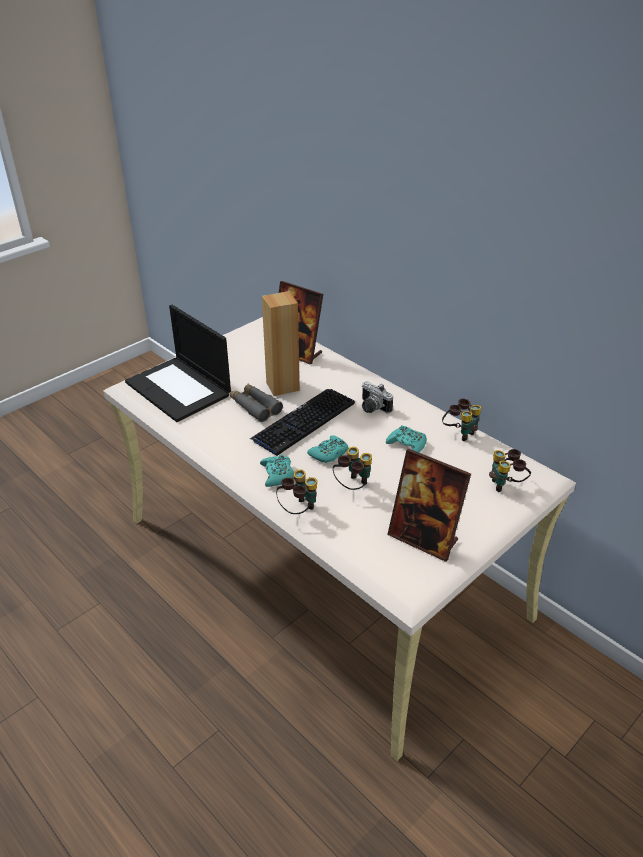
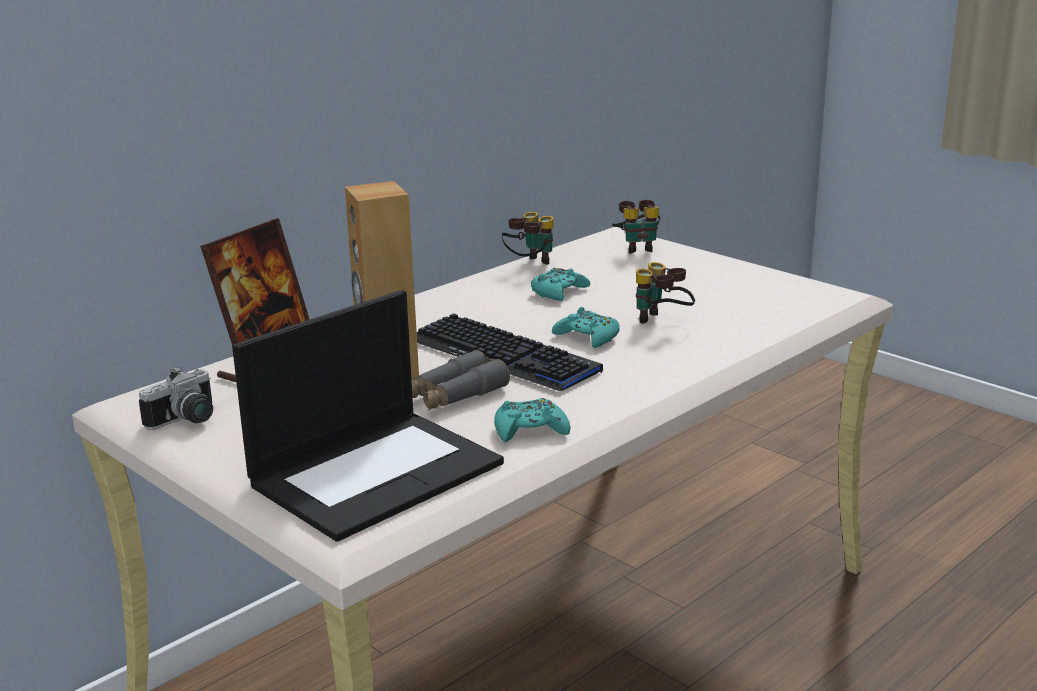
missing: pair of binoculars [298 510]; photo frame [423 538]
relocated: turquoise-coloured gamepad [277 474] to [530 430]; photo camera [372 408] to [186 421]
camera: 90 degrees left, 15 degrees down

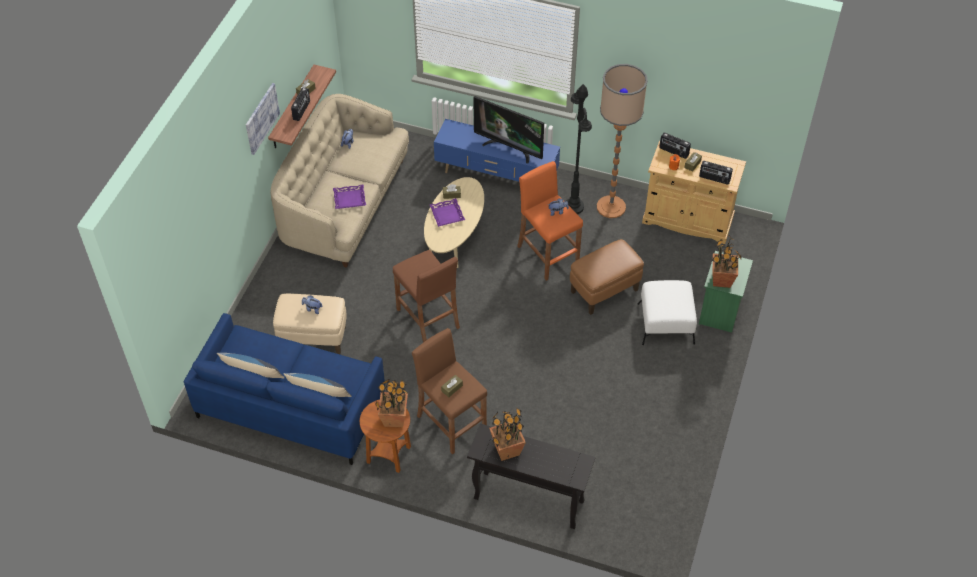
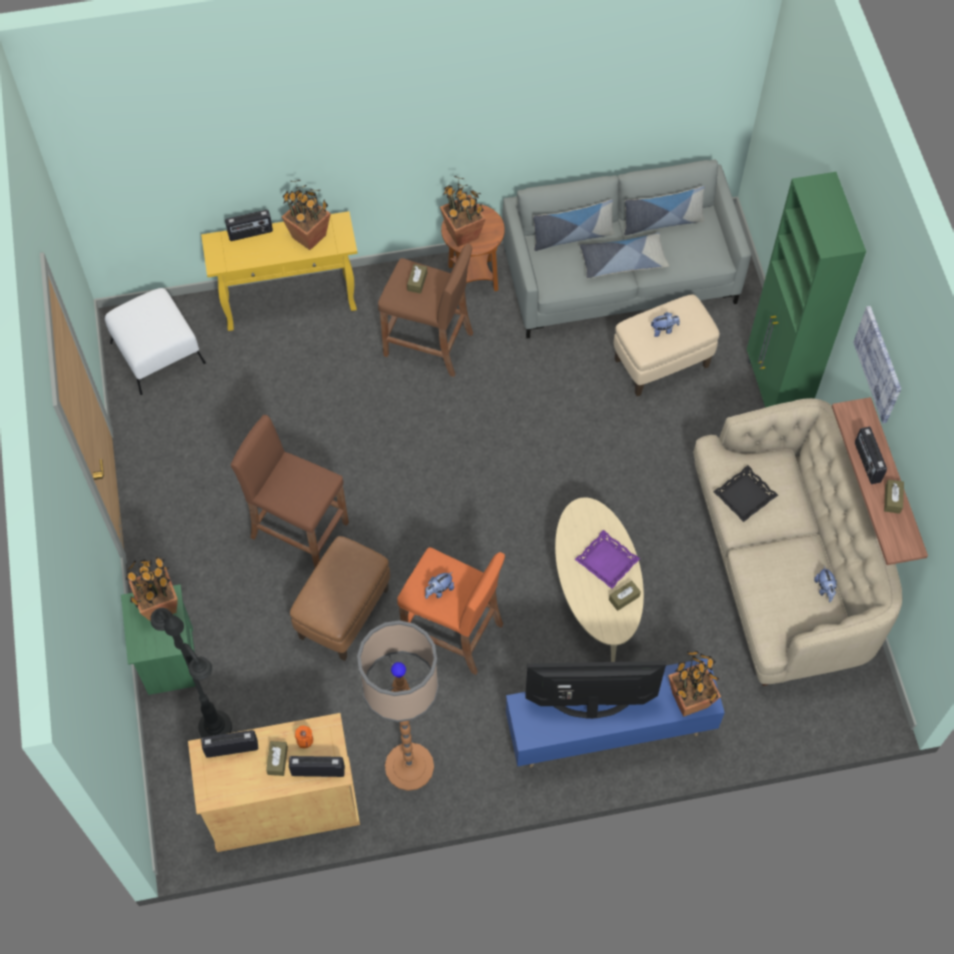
appeared: radio set [250 233]; pillow [622 261]; houseplant [689 701]; greenish cupboard [774 393]
relocated: brown stool [428 319] to [299 530]; black floor lamp [574 207] to [215 727]; white ottoman [665 324] to [157 352]
colour: blue-coloured sofa [291 406] to grey sofa [620 277]; purple serving tray [349 199] to black serving tray [744 495]; black narrow table [528 500] to yellow-coloured narrow table [291 303]
camera: 150 degrees right, 10 degrees up

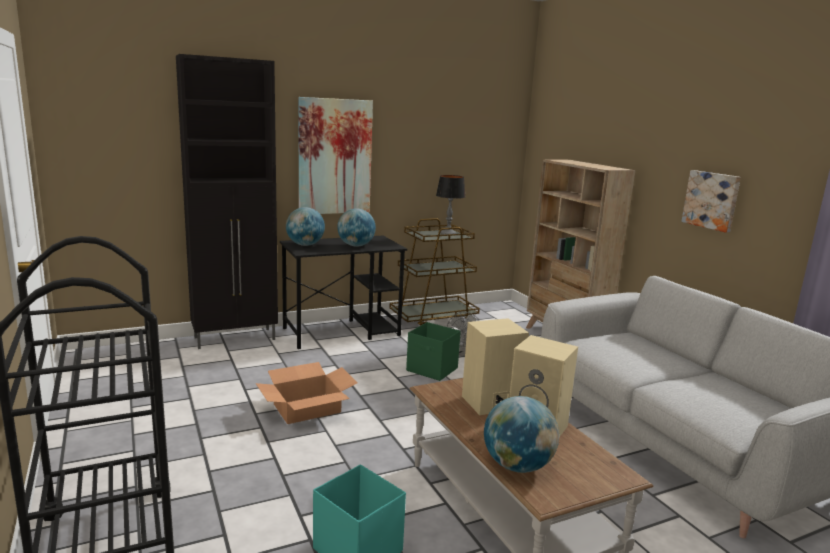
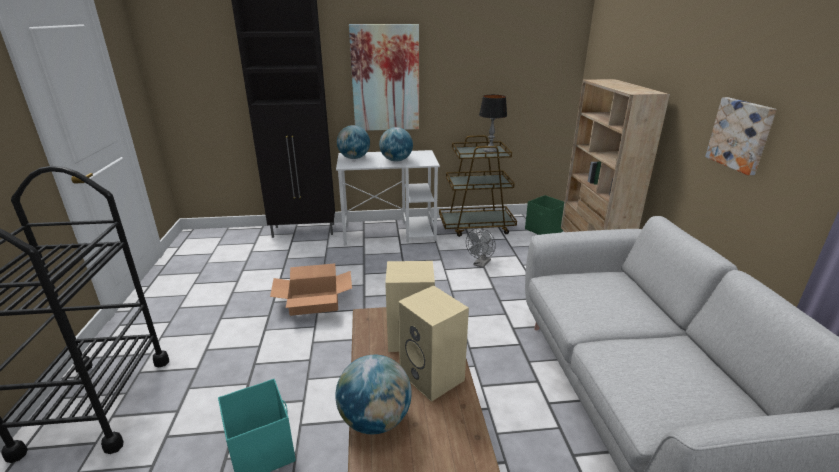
relocated: greenish storage box [432 370] to [544 230]
colour: black desk table [342 332] to white desk table [390 232]
camera: 20 degrees right, 10 degrees up

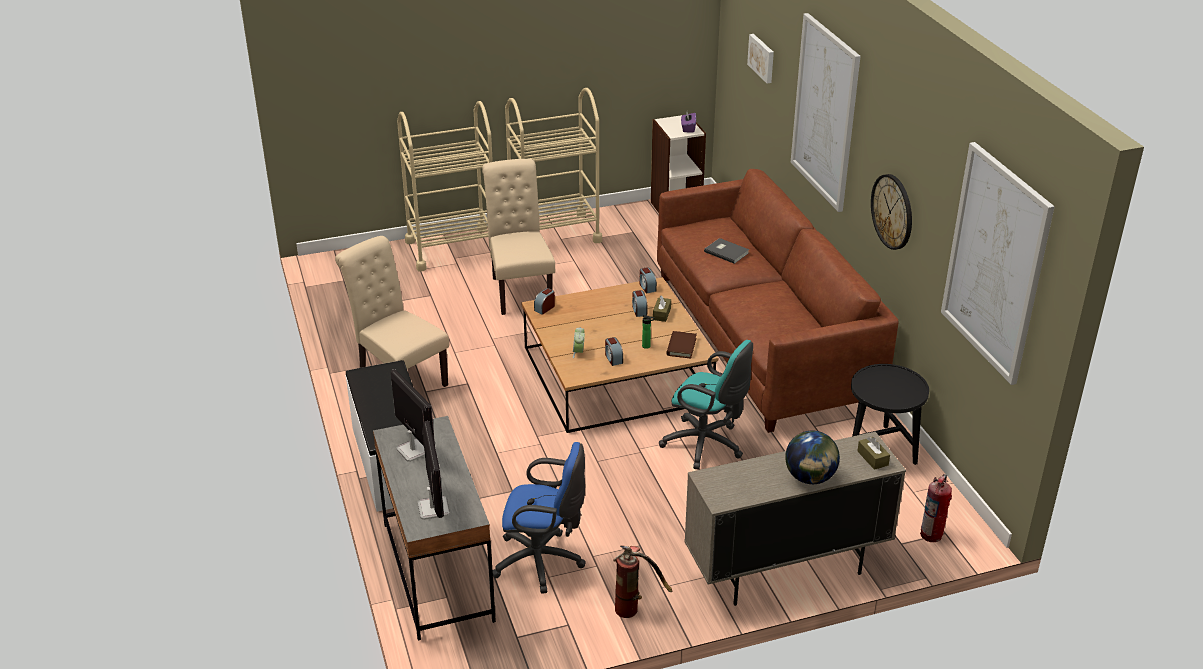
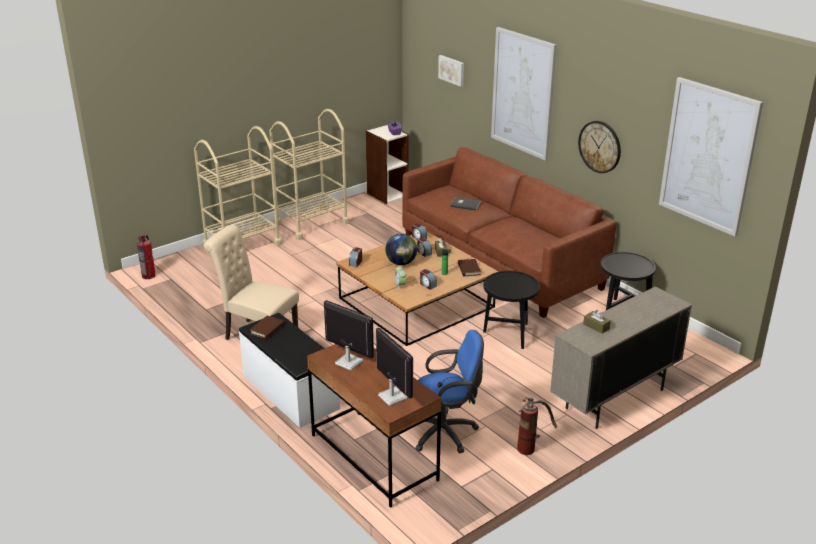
missing: beige-coloured upright chair [519 290]
appeared: brown volume [267 329]
relocated: desk globe [810 478] to [401 263]; brown box of tissues [872 458] to [596 326]; extinguisher [931 535] to [149 276]
exchanged: turquoise-coloured office chair [706 445] to black side table [508 334]
colour: grey desk table [437 571] to brown desk table [373 457]
camera: 20 degrees left, 5 degrees down

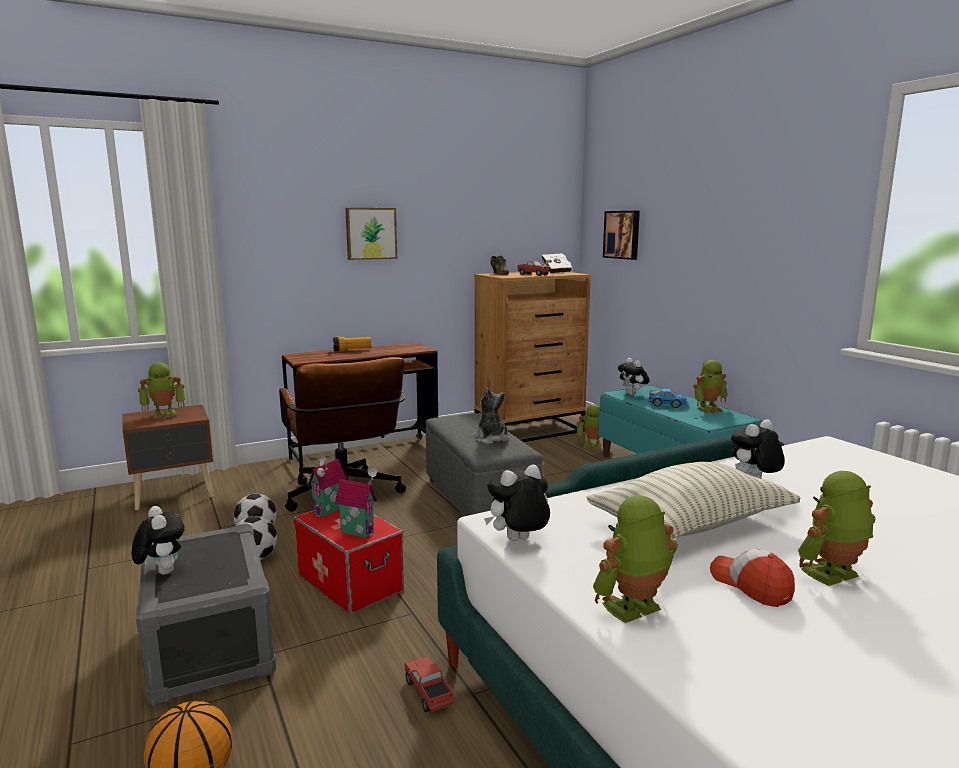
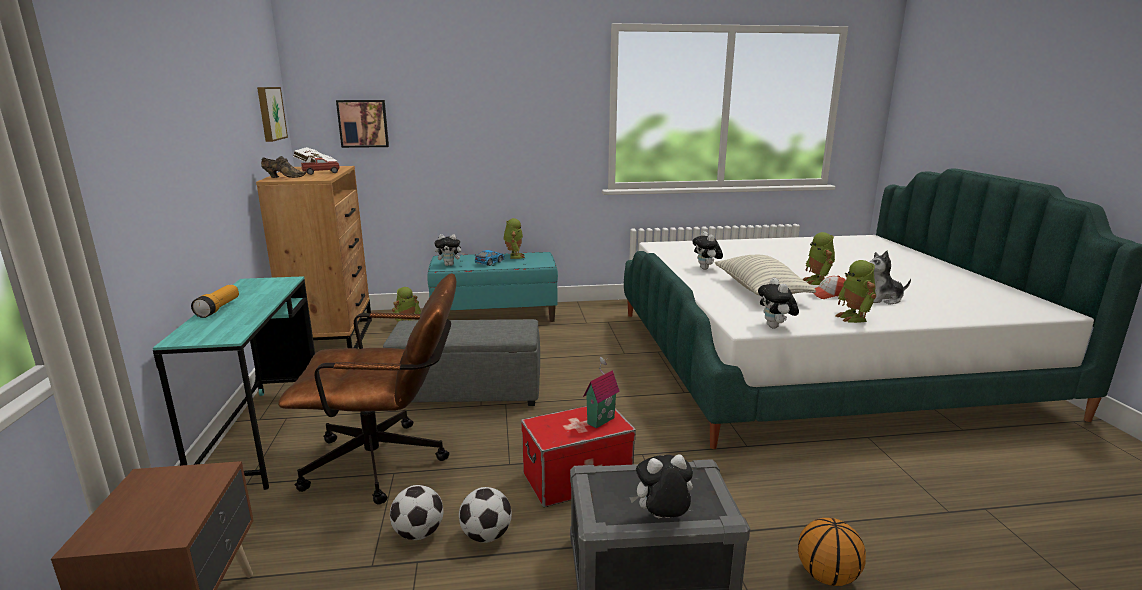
missing: toy robot [164 414]; toy house [330 511]; toy truck [428 693]
relocated: wall art [370 233] to [270 113]; soft toy [491 439] to [882 299]
colour: brown desk table [365 455] to turquoise-coloured desk table [263 435]
camera: 70 degrees left, 5 degrees up

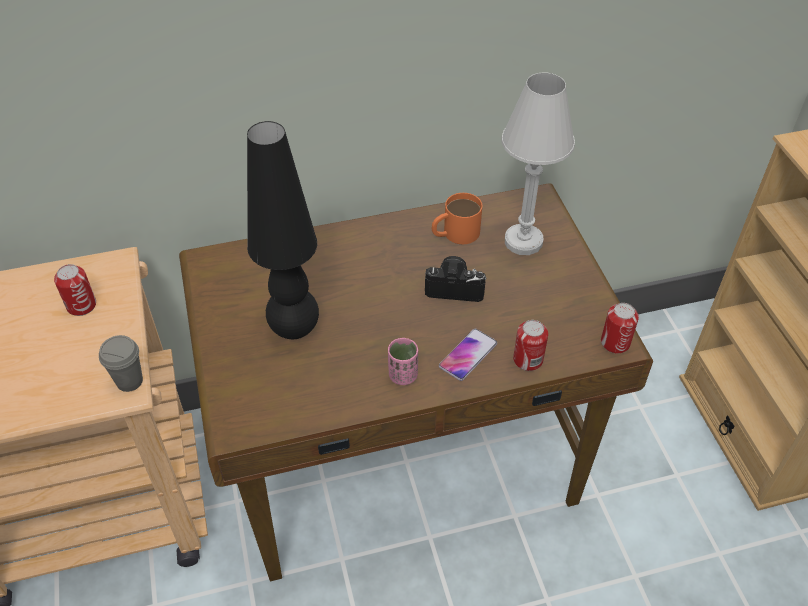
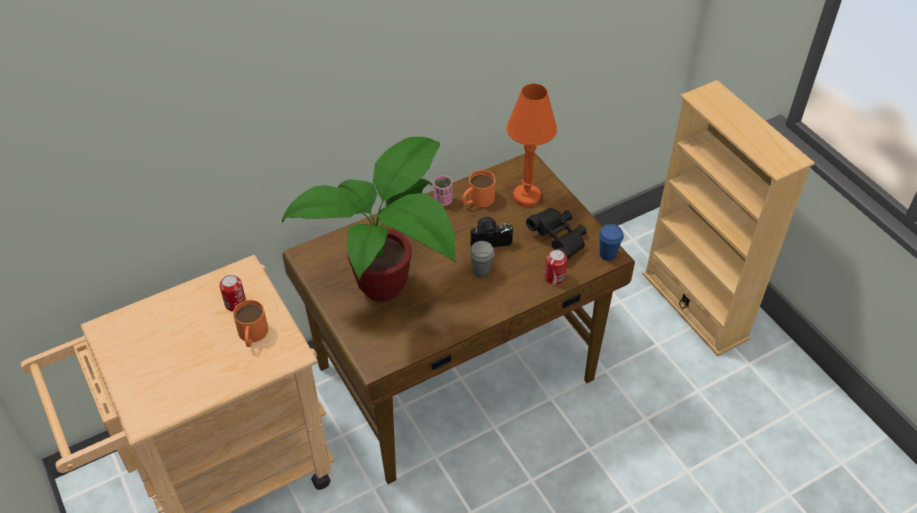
missing: phone [468 355]
appeared: orange-coloured coffee mug [252 335]; black pair of binoculars [559 240]
relocated: grey drinking cup [129 381] to [481 271]; pinkish drinking cup [403 375] to [443 201]
exchanged: black lamp for a table [294 330] to houseplant [389 290]; can [615 342] to blue-coloured drinking cup [607 254]
colour: white lamp for a table [523 241] to orange-coloured lamp for a table [526 197]
camera: 15 degrees left, 0 degrees up

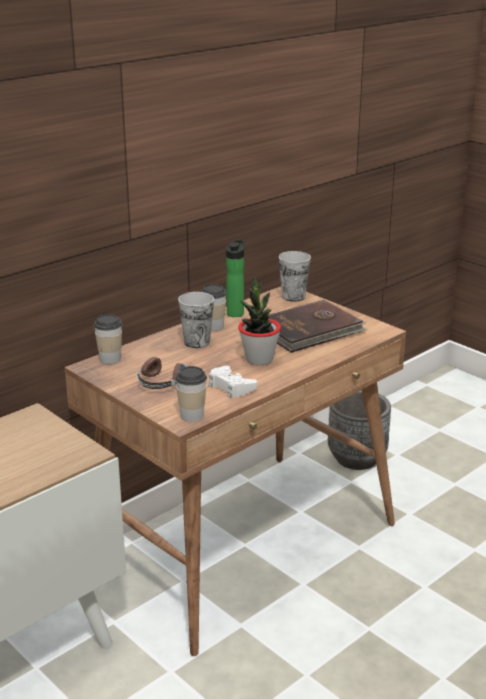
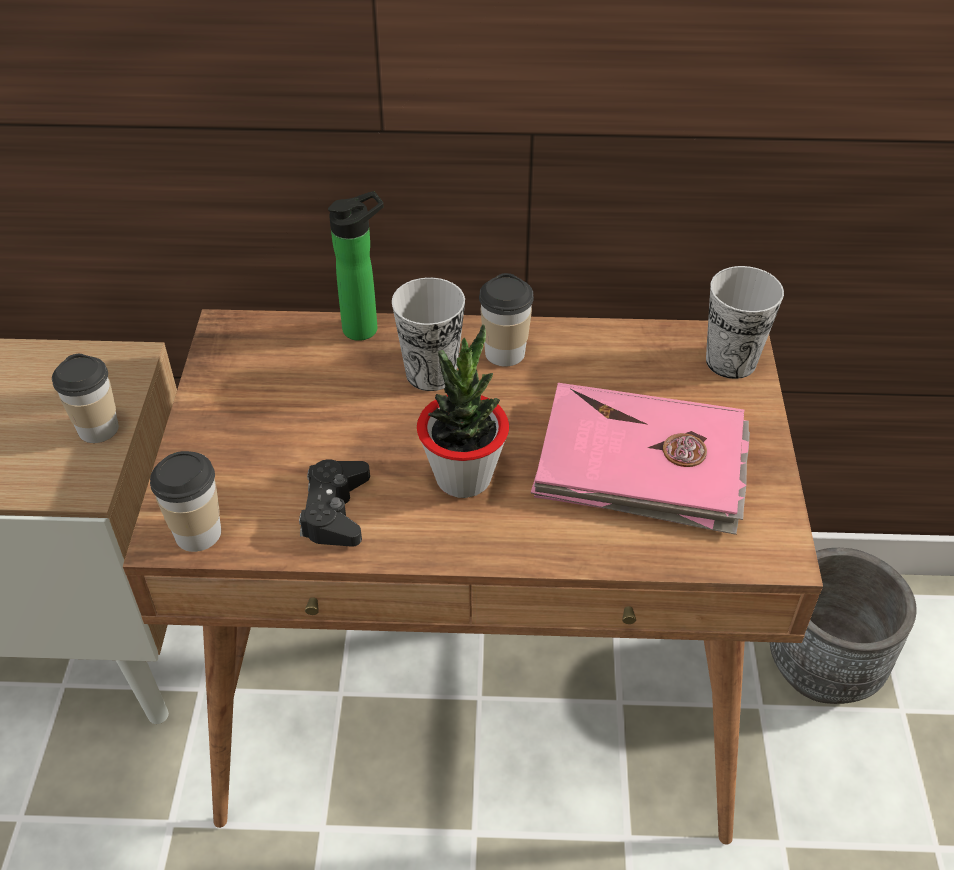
missing: headphones [165 379]
relocated: drinking cup [110 359] to [98 429]; beverage bottle [236 312] to [365 327]
colour: white gamepad [231 387] to black gamepad [335 510]; brown volume [310 330] to pinkish volume [642 464]
camera: 45 degrees right, 20 degrees up

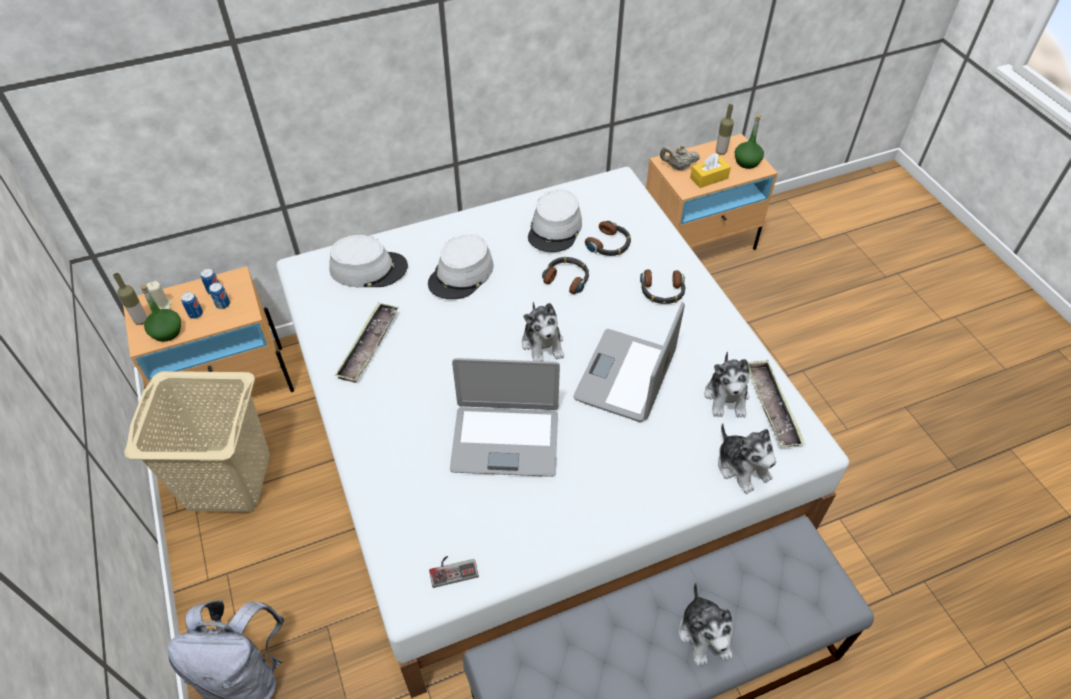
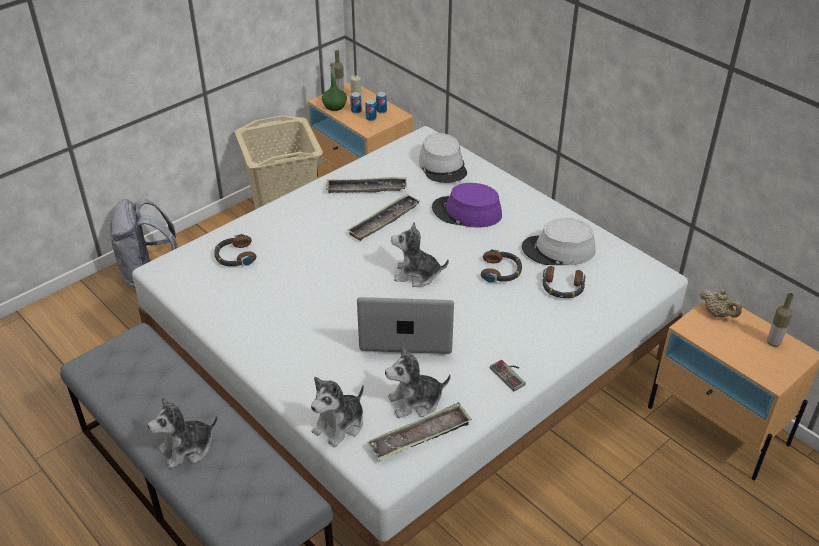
missing: portable computer [505 440]; yellow-coloured box of tissues [709 178]; greenish beverage bottle [747 162]
appeared: serving tray [384 221]
relocated: gamepad [453 568] to [511 374]; headphones [662 291] to [235 256]
colour: grey hat [461 274] to purple hat [466 212]
spun: soft toy [543 344] = [417 275] 45 degrees clockwise; beige-coloured pot for tea [677 167] = [717 314] 150 degrees clockwise
camera: 70 degrees right, 10 degrees down

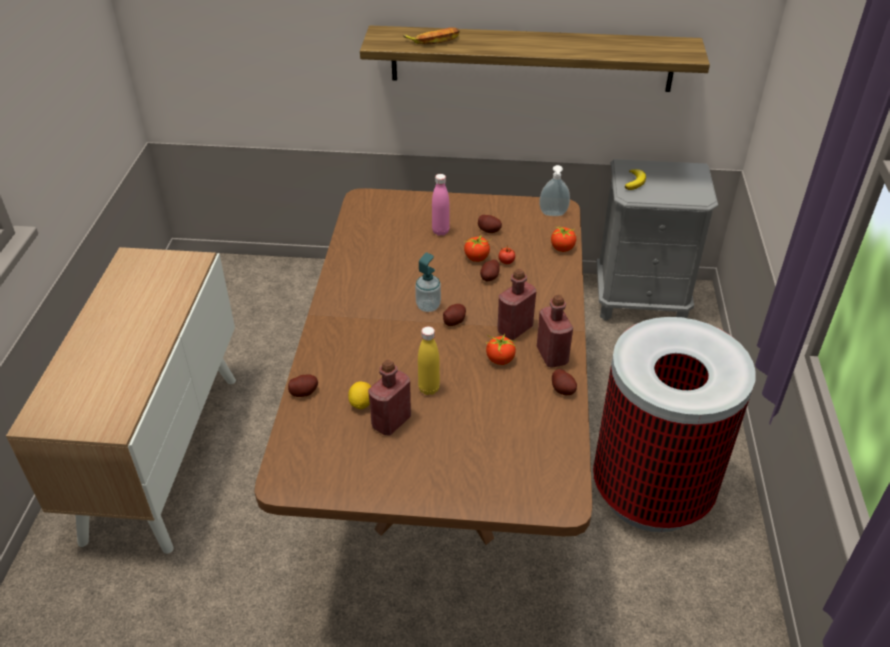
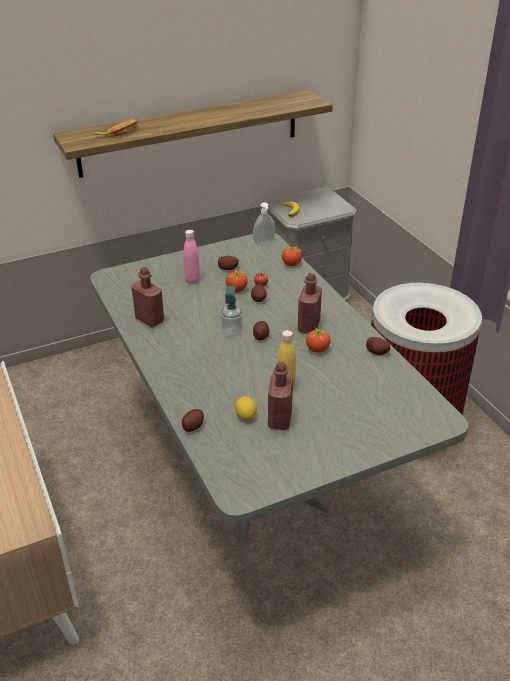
relocated: red beverage bottle [552 355] to [149 320]
colour: brown dining table [443 467] to grey dining table [255 474]
camera: 30 degrees left, 5 degrees down

